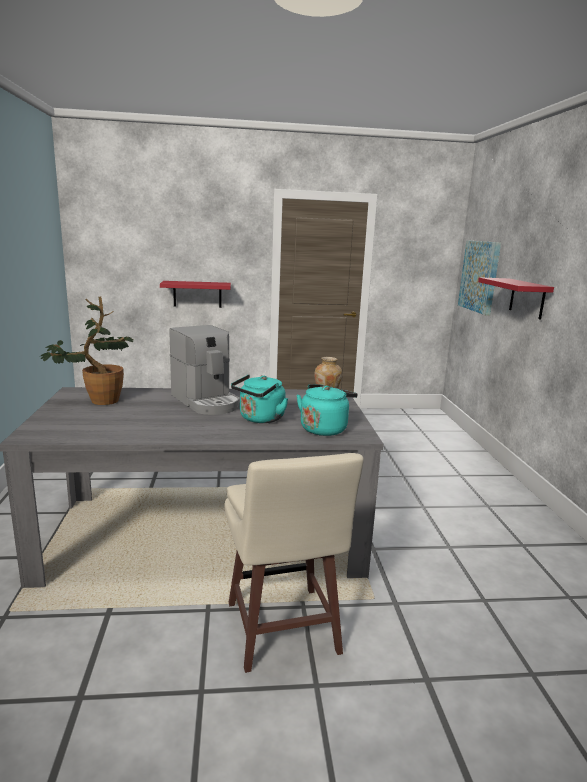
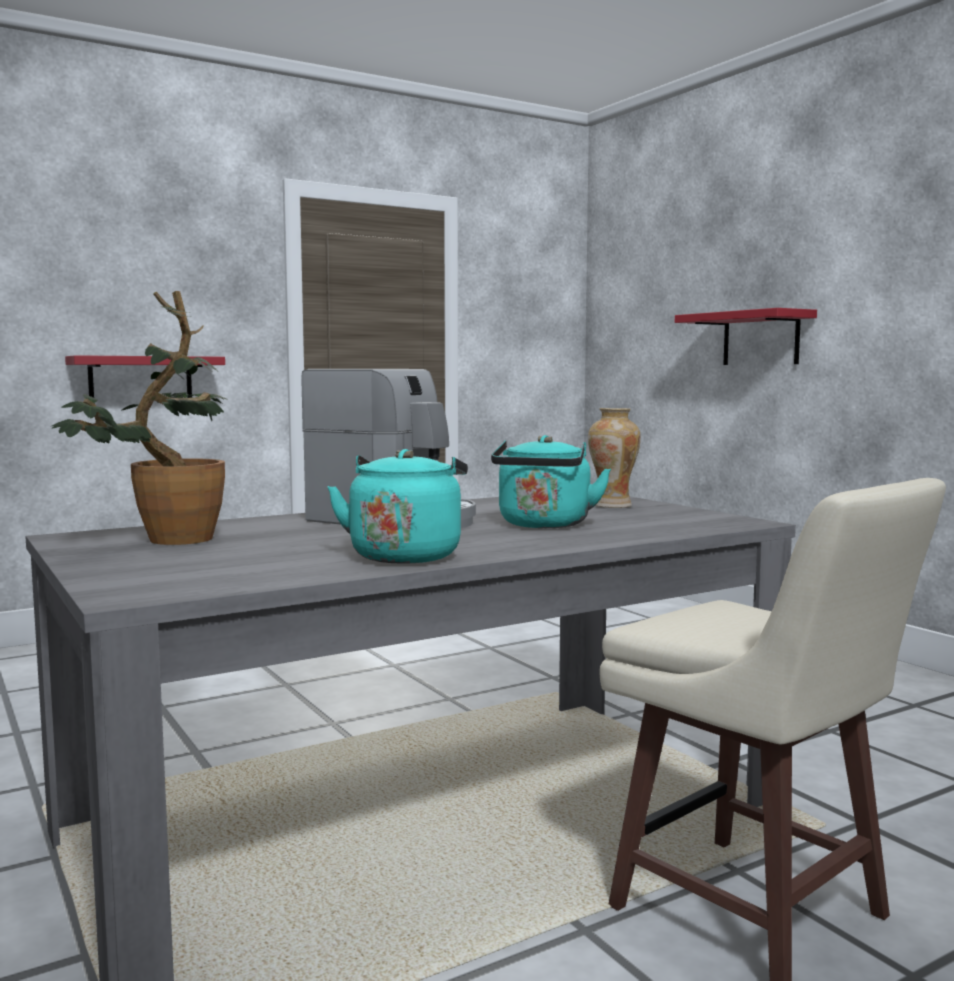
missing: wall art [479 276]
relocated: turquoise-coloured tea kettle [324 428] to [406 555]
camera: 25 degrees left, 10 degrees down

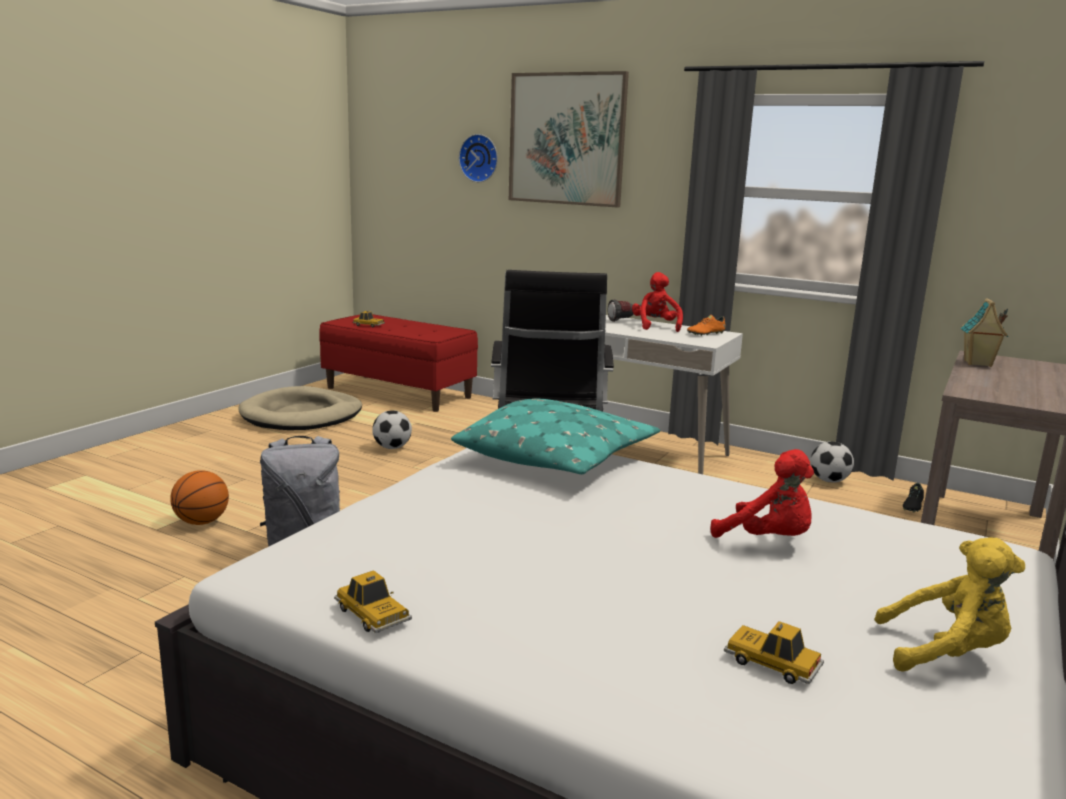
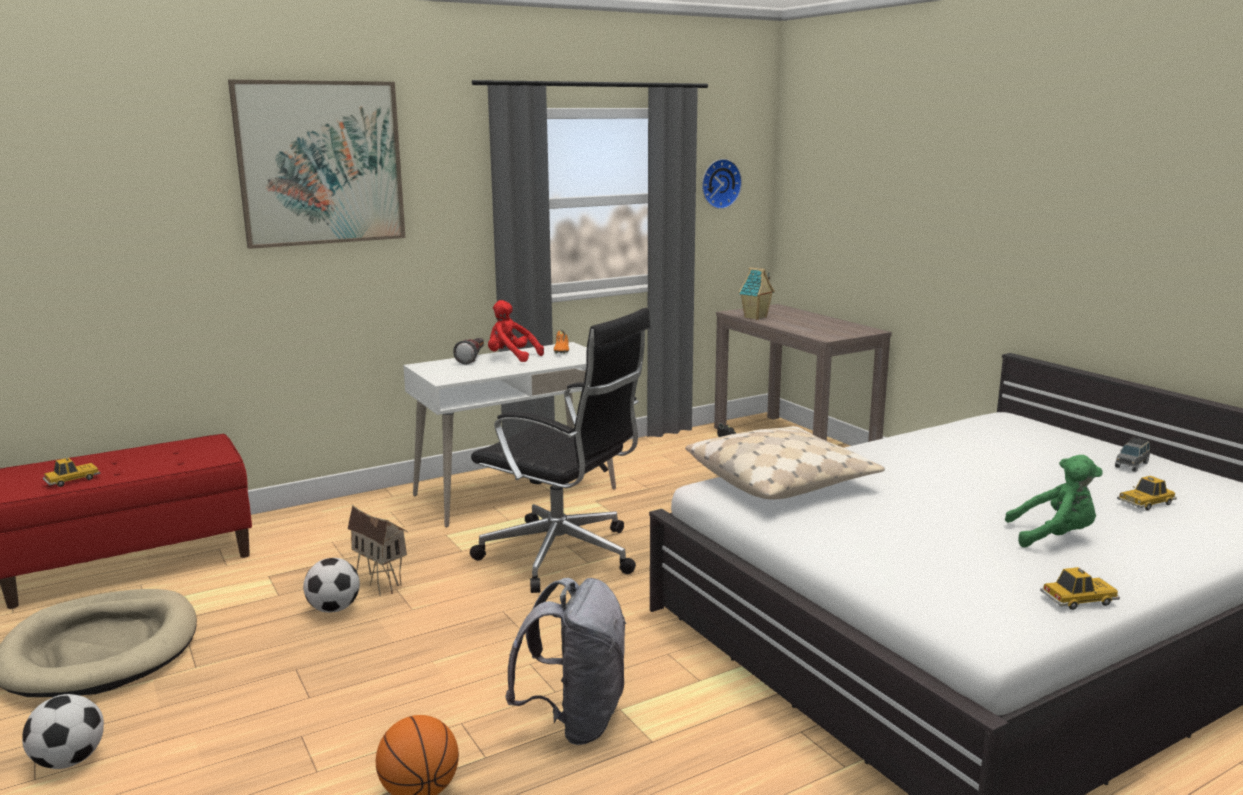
missing: red soft toy [768 540]
appeared: toy house [381 584]; greenish soft toy [1054 537]
relocated: hanging clock [480 158] to [719 183]; ball for football [829 481] to [69 761]
exchanged: yellow-coloured soft toy [946 653] to grey model car [1131 465]
colour: turquoise-coloured pillow [558 458] to beige-coloured pillow [781 481]
camera: 60 degrees left, 0 degrees up

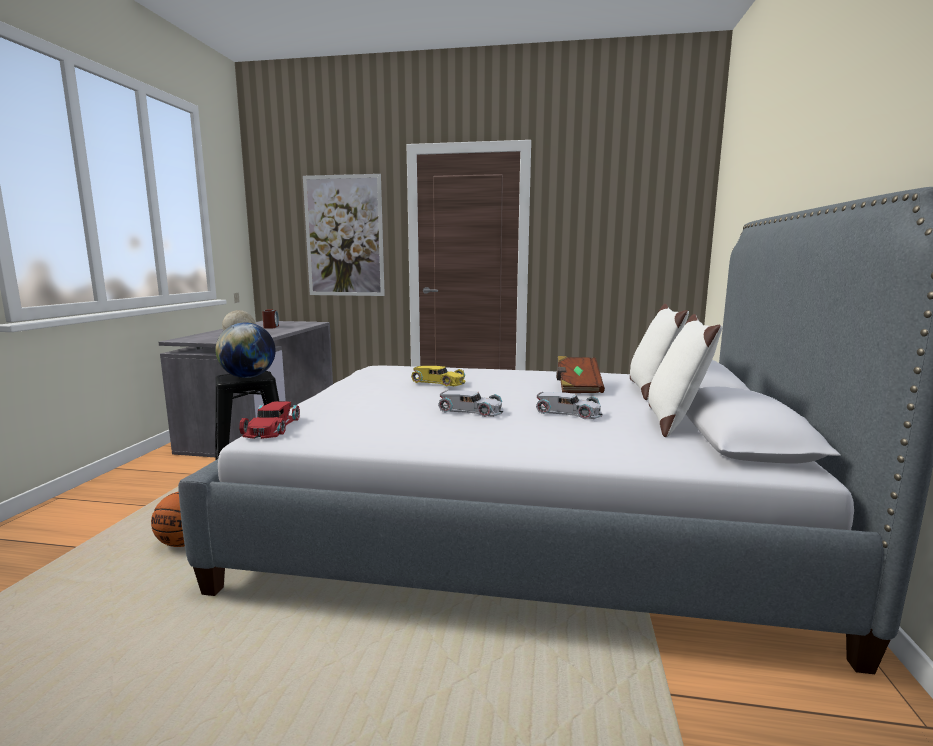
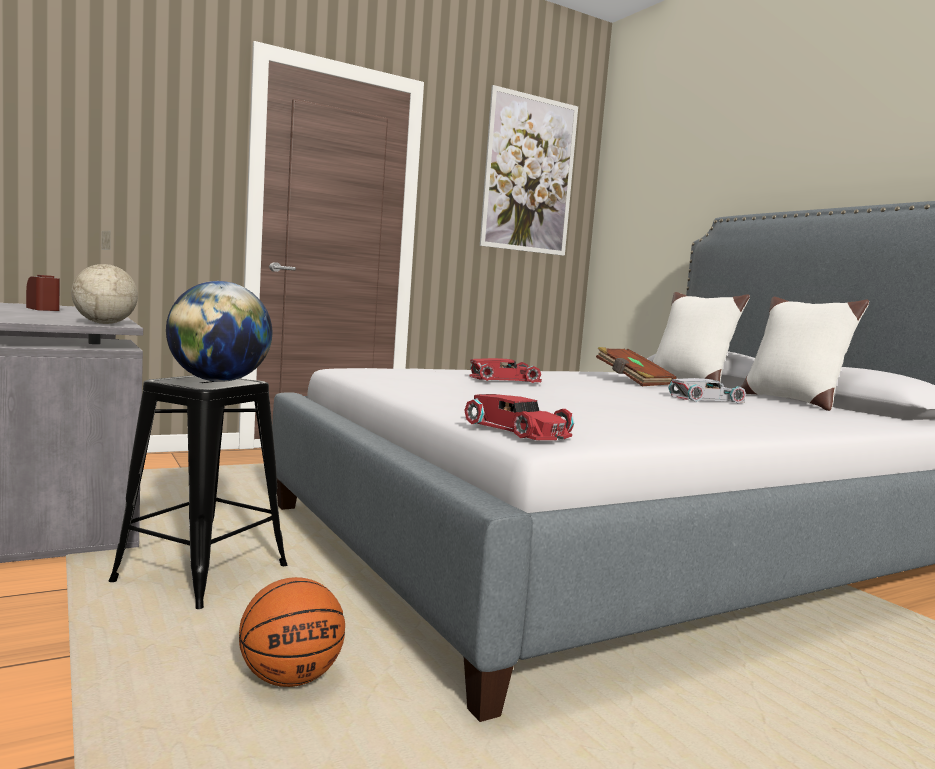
missing: white model car [471 410]
relocated: wall art [344 236] to [529 174]
colour: yellow-coloured model car [438 382] to red model car [505 379]
camera: 40 degrees left, 5 degrees down

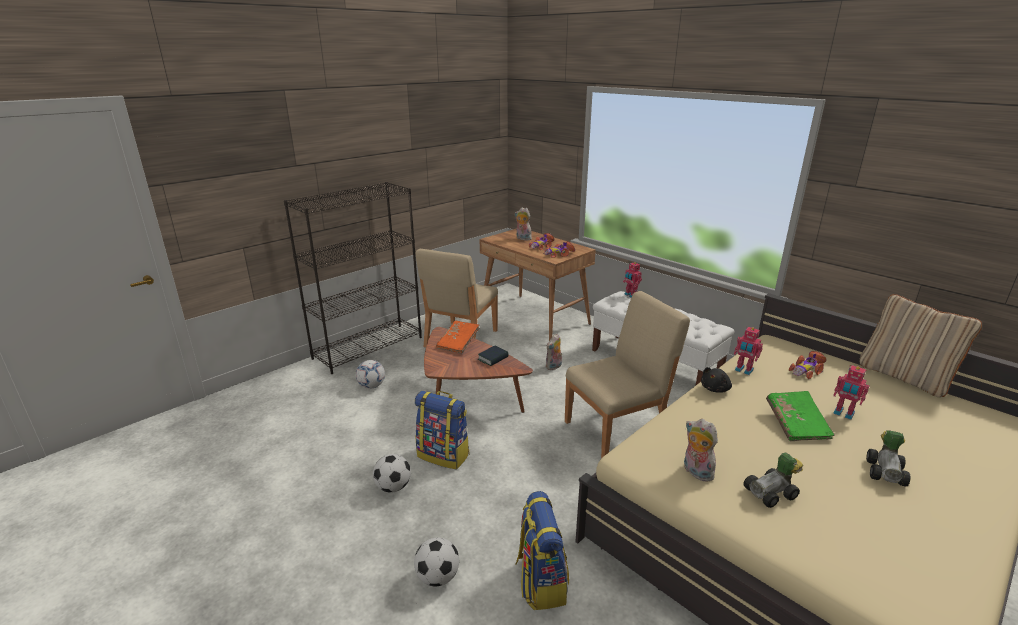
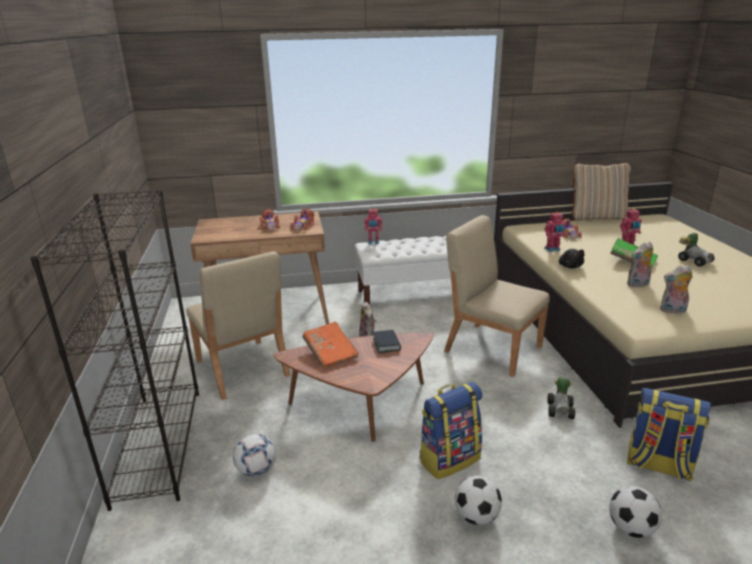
relocated: soft toy [522 238] to [638 284]; model car [772 493] to [561 409]
spun: beige-coloured upright chair [617 429] = [492 348] 60 degrees counterclockwise
camera: 55 degrees left, 0 degrees up

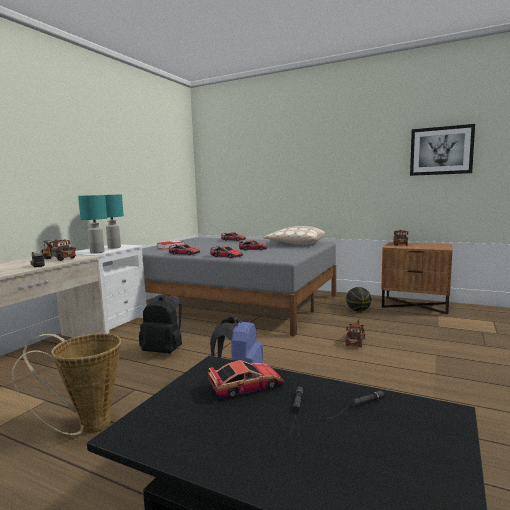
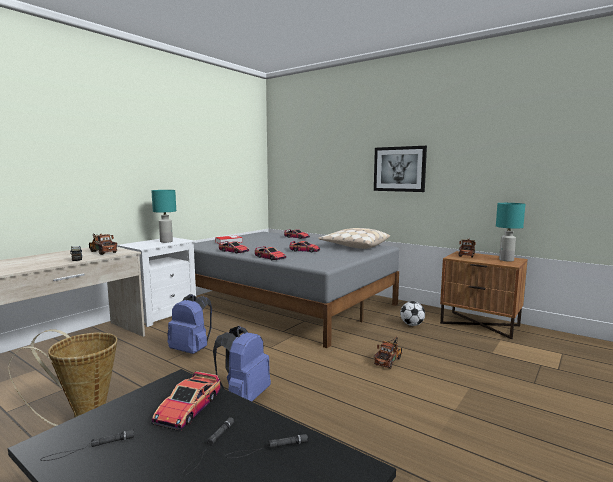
appeared: black flashlight [89 448]
relocated: turquoise-coloured lamp for a table [97 252] to [506 260]; wall art [441 151] to [399 169]
exchanged: ball for basketball [358 310] to ball for football [412 325]
colour: black knapsack [164 351] to blue-coloured knapsack [192 350]
spun: model car [247 386] = [188 408] 120 degrees clockwise
camera: 10 degrees right, 0 degrees up

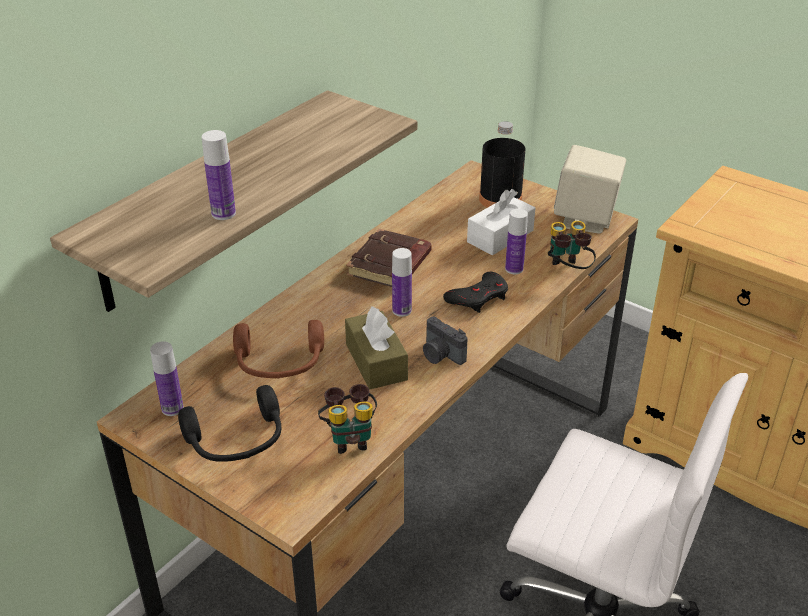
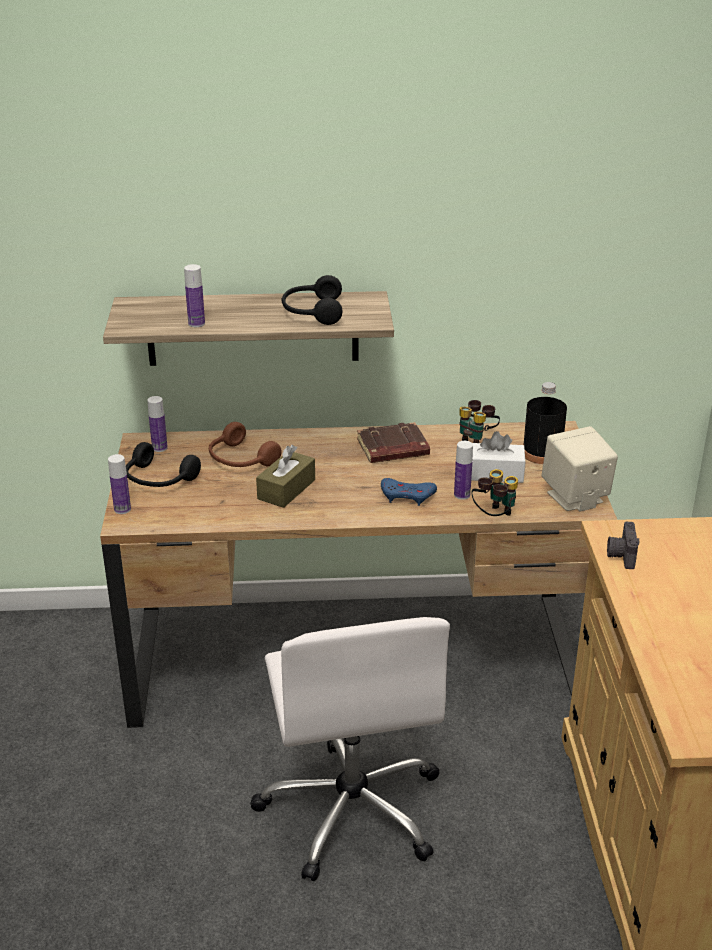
appeared: black headphones [312 312]
relocated: pair of binoculars [350 438] to [476 440]; beverage bottle [402 310] to [122 509]; photo camera [440 355] to [621 555]
colour: black gamepad [478 297] to blue-coloured gamepad [407 495]
camera: 50 degrees right, 5 degrees down

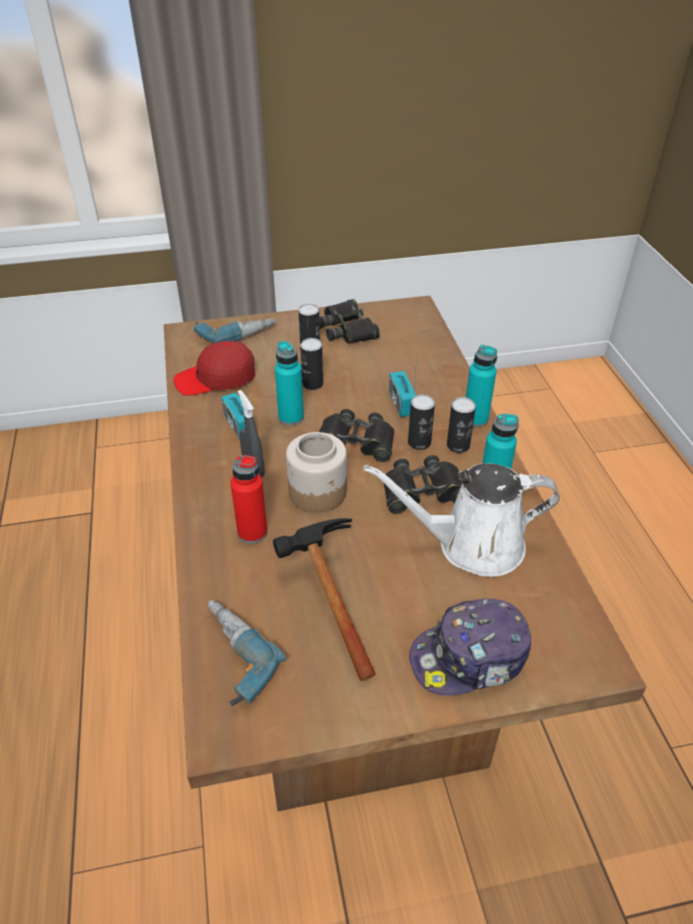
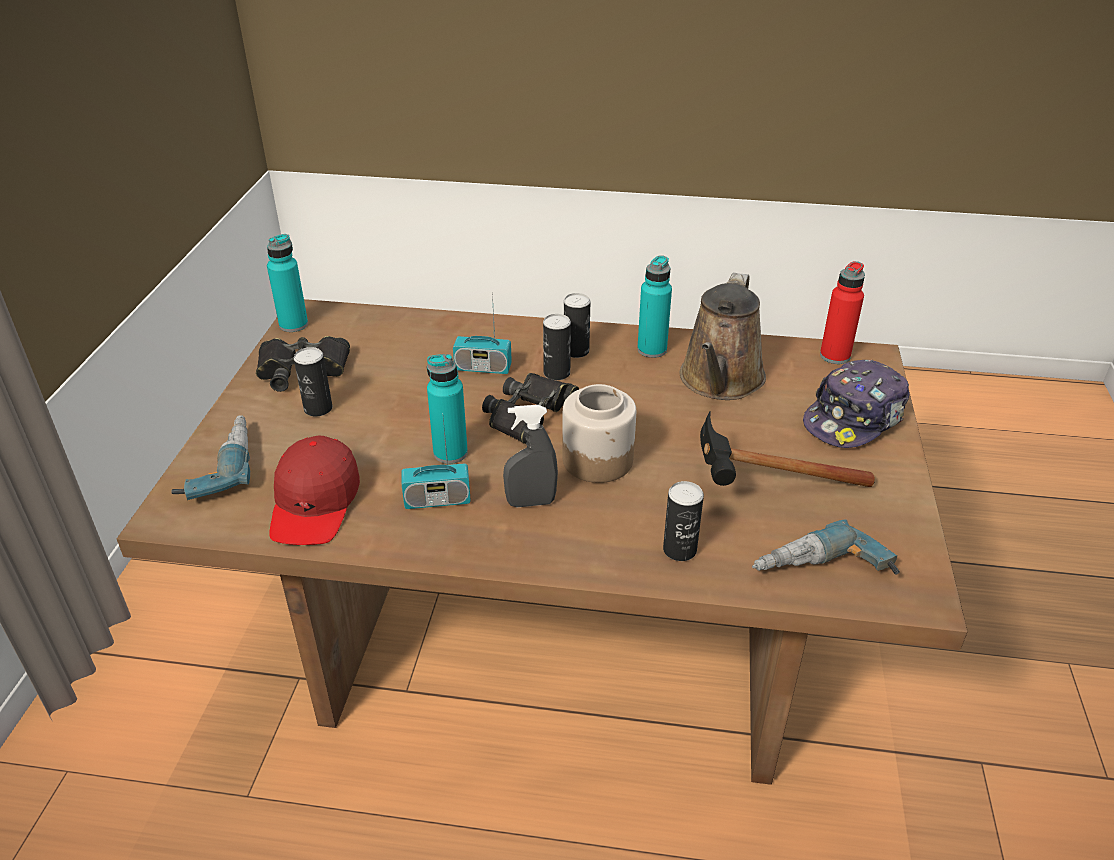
missing: black pair of binoculars [423 491]
relocated: red beverage bottle [252 532] to [834 356]; can [312 384] to [679 550]; turquoise-coloured beverage bottle [475 419] to [293 325]
colour: white sprinkling can [471 545] to brown sprinkling can [720 381]
spun: baseball cap [470 658] = [854 418] 45 degrees clockwise
camera: 70 degrees left, 5 degrees down

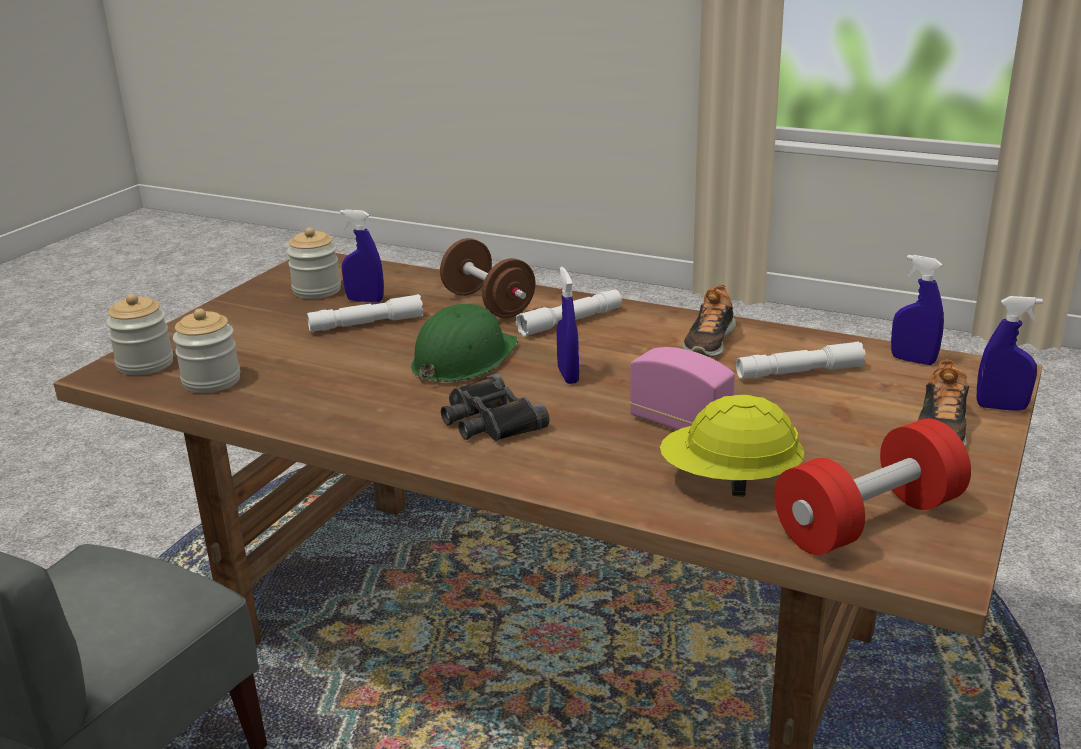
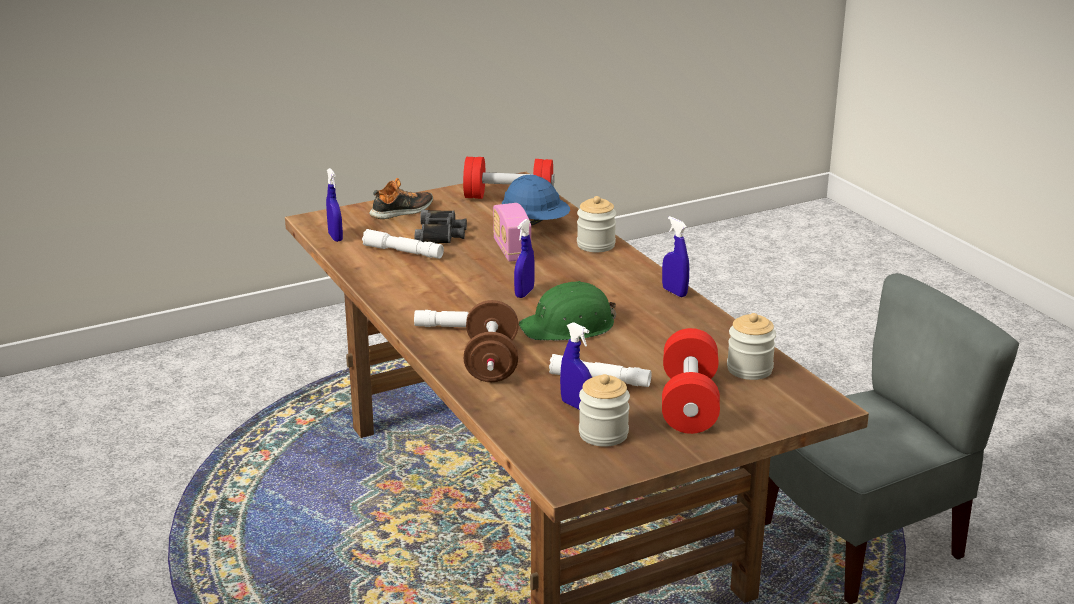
missing: item of footwear [709 341]
appeared: red free weight [689 403]
relocated: jar [145 364] to [596 245]; black pair of binoculars [490 420] to [441 234]; blue-coloured hand sprayer [1001 407] to [674 292]
colour: yellow-coloured hard hat [729 482] to blue-coloured hard hat [536 224]
camera: 145 degrees left, 0 degrees up

